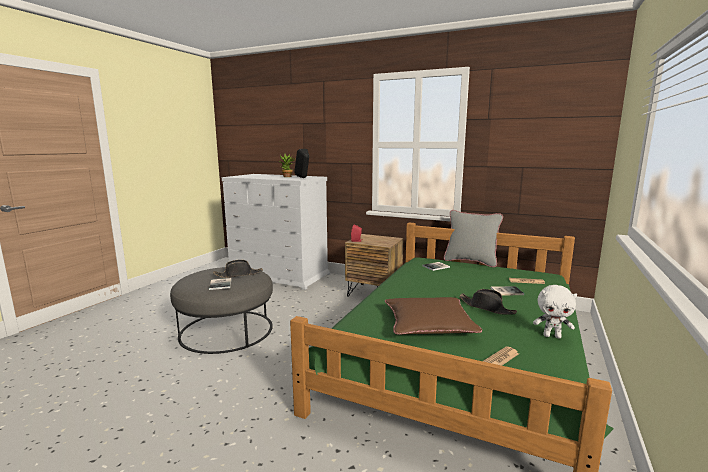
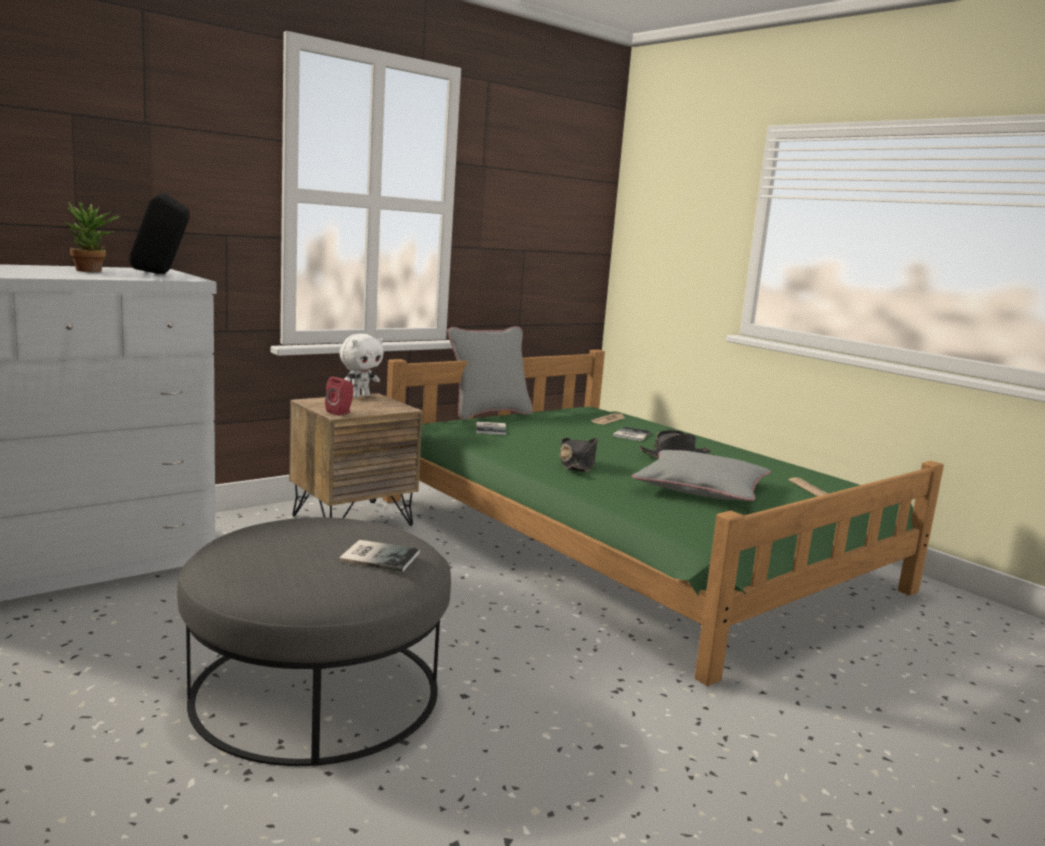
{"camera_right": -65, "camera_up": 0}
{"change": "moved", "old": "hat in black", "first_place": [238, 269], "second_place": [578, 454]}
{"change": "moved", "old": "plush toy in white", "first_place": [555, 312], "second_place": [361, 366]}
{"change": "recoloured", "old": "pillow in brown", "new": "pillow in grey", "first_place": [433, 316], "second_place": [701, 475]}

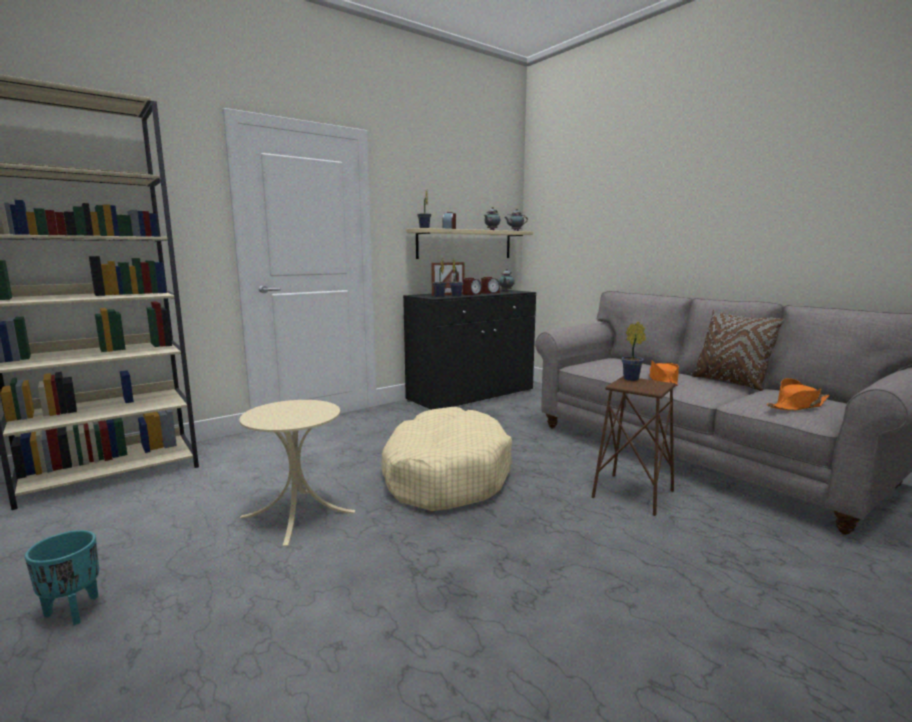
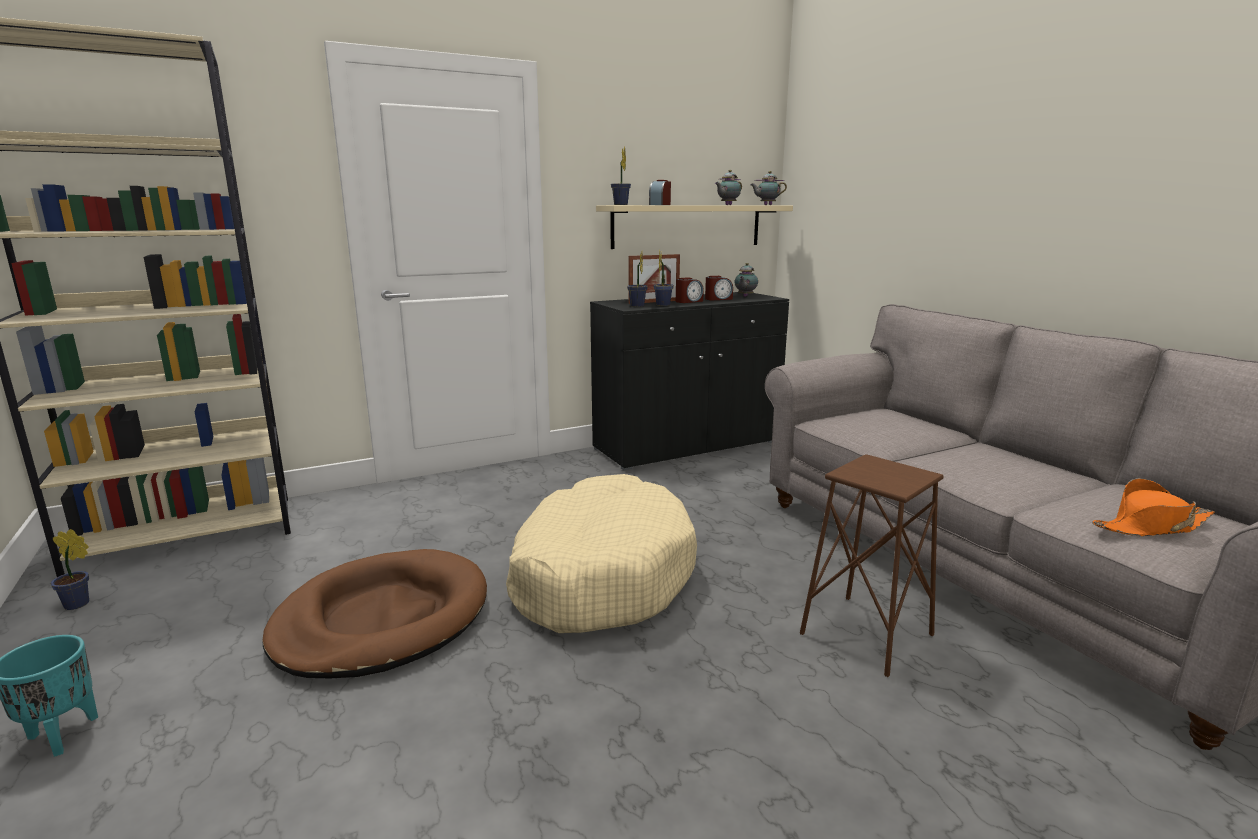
{"camera_right": 10, "camera_up": 5}
{"change": "removed", "old": "hat in orange", "first_place": [664, 373]}
{"change": "removed", "old": "pillow in brown", "first_place": [738, 350]}
{"change": "moved", "old": "potted plant", "first_place": [633, 351], "second_place": [70, 569]}
{"change": "replaced", "old": "side table in beige", "new": "dog bed in brown", "first_place": [297, 473], "second_place": [375, 613]}

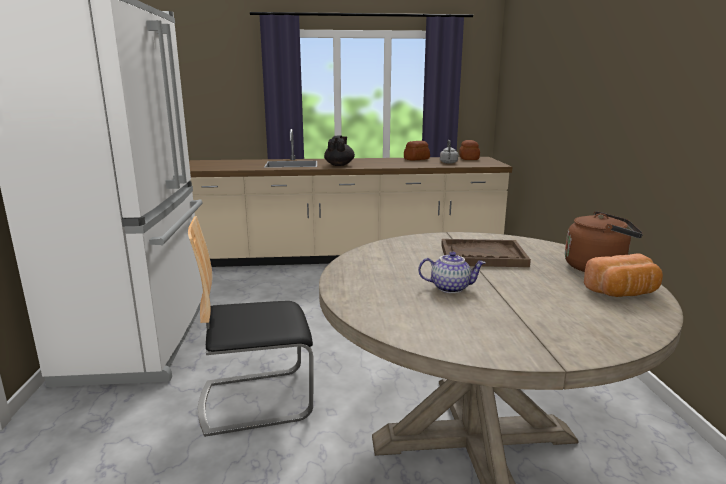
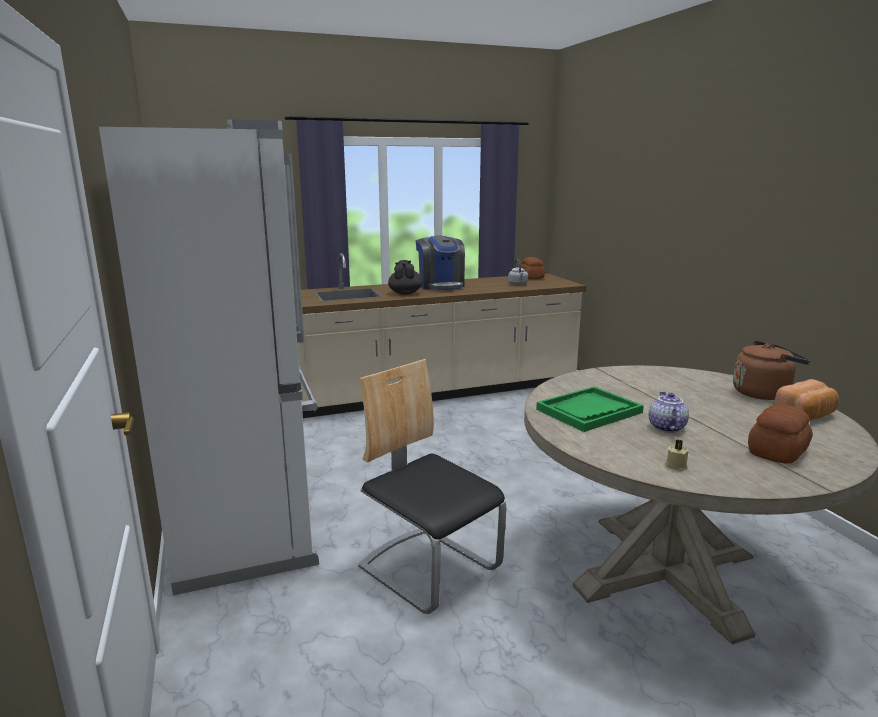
{"camera_right": -15, "camera_up": 0}
{"change": "removed", "old": "tray in brown", "first_place": [486, 253]}
{"change": "added", "new": "coffee machine", "second_place": [440, 262]}
{"change": "added", "new": "tray in green", "second_place": [590, 409]}
{"change": "added", "new": "candle in beige", "second_place": [677, 455]}
{"change": "moved", "old": "bread", "first_place": [417, 151], "second_place": [780, 433]}
{"change": "turned", "old": "chair", "first_place": [250, 326], "second_place": [432, 486], "degrees": 75}
{"change": "turned", "old": "teapot", "first_place": [452, 272], "second_place": [669, 412], "degrees": -75}

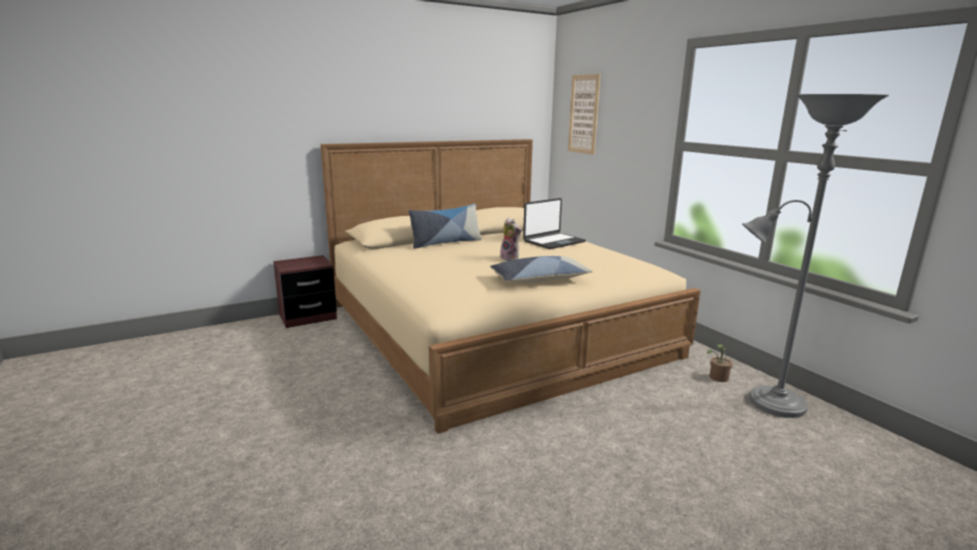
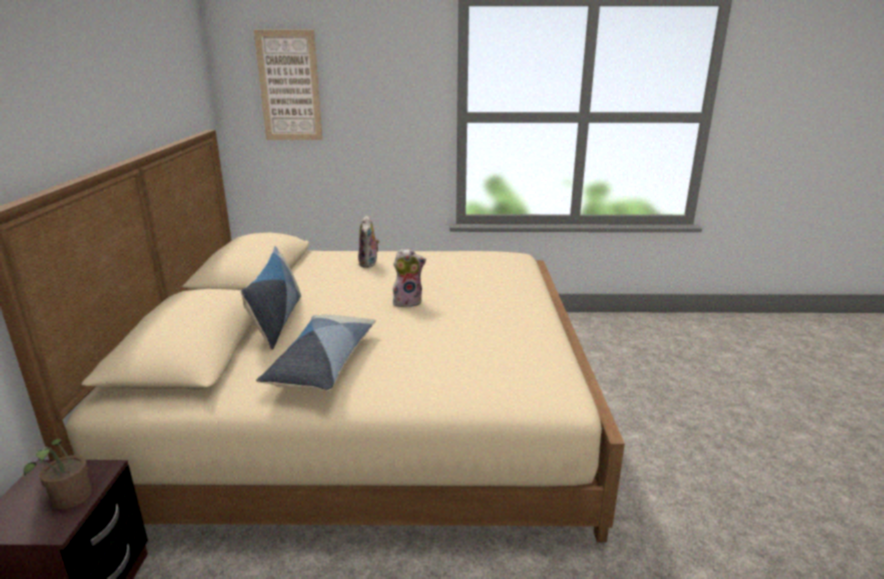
{"camera_right": -60, "camera_up": 5}
{"change": "removed", "old": "floor lamp in grey", "first_place": [815, 256]}
{"change": "moved", "old": "pillow", "first_place": [541, 269], "second_place": [316, 352]}
{"change": "moved", "old": "potted plant", "first_place": [720, 363], "second_place": [58, 473]}
{"change": "replaced", "old": "laptop", "new": "plush toy", "first_place": [554, 223], "second_place": [369, 241]}

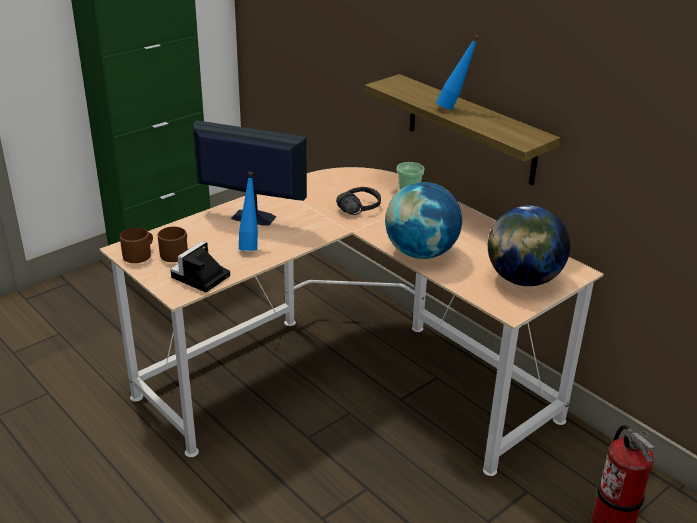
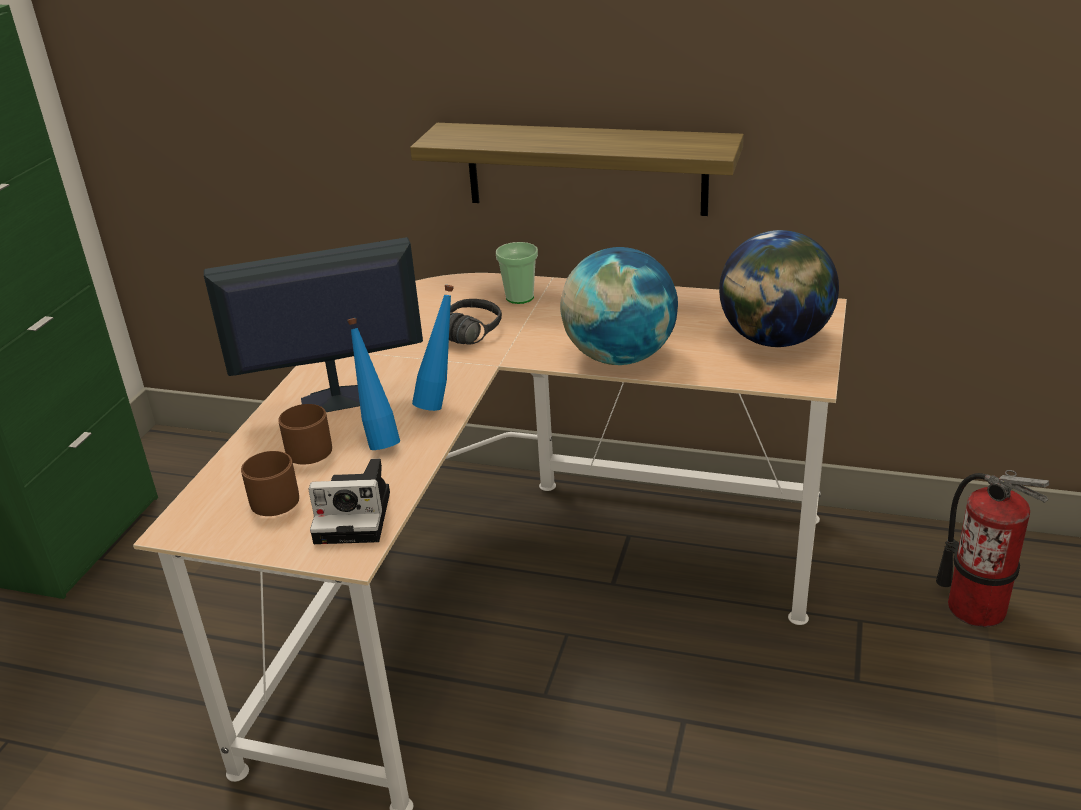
{"camera_right": -30, "camera_up": 0}
{"change": "moved", "old": "mug in brown", "first_place": [136, 245], "second_place": [305, 434]}
{"change": "moved", "old": "bottle in blue", "first_place": [457, 72], "second_place": [433, 348]}
{"change": "turned", "old": "photo camera", "first_place": [200, 266], "second_place": [349, 501], "degrees": -90}

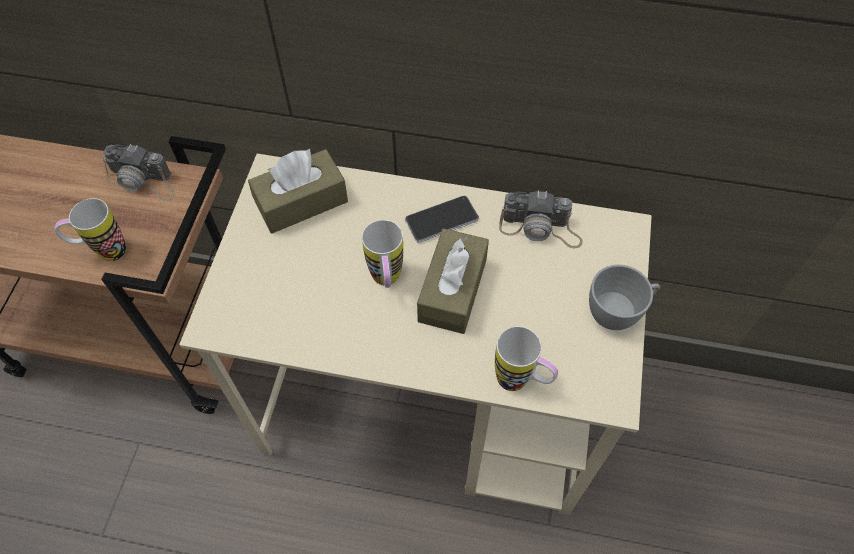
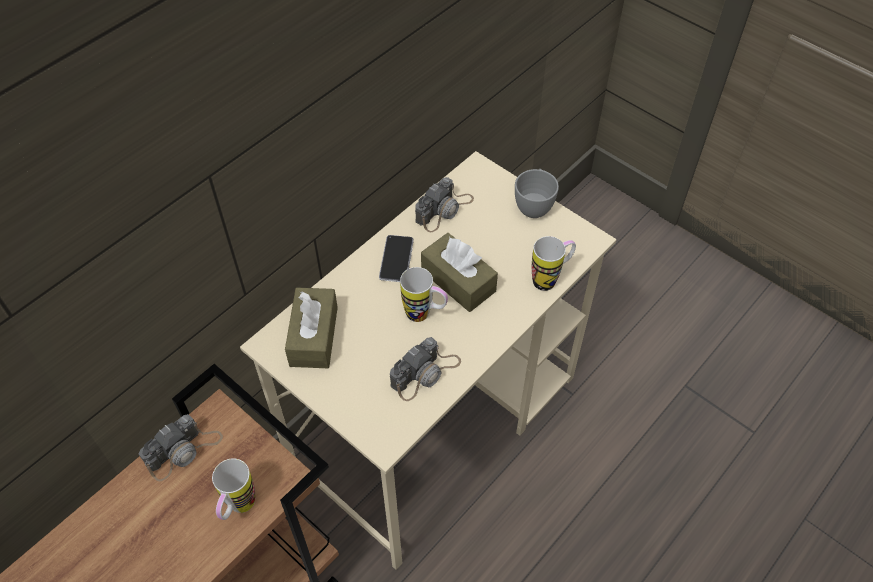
{"camera_right": -60, "camera_up": -5}
{"change": "added", "new": "photo camera", "second_place": [425, 369]}

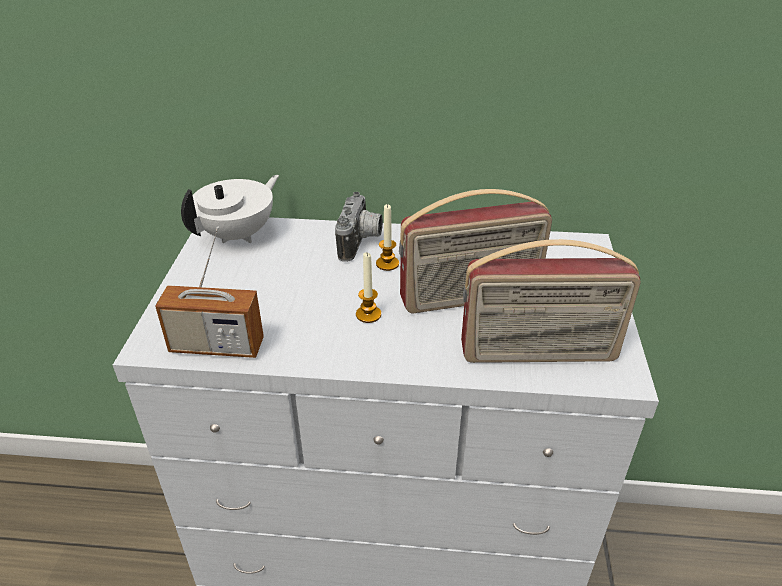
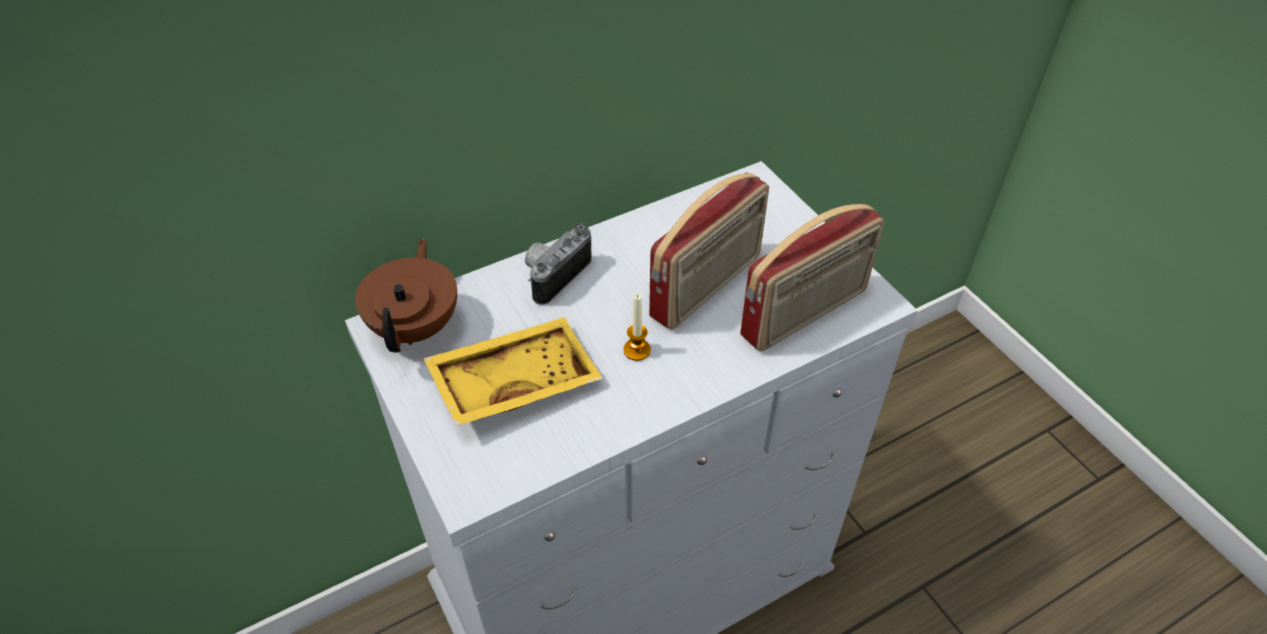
{"camera_right": -35, "camera_up": 10}
{"change": "removed", "old": "radio", "first_place": [209, 292]}
{"change": "removed", "old": "candle", "first_place": [387, 237]}
{"change": "added", "new": "tray in yellow", "second_place": [513, 371]}
{"change": "recoloured", "old": "teapot in white", "new": "teapot in brown", "first_place": [230, 209], "second_place": [406, 296]}
{"change": "turned", "old": "photo camera", "first_place": [359, 227], "second_place": [558, 264], "degrees": -120}

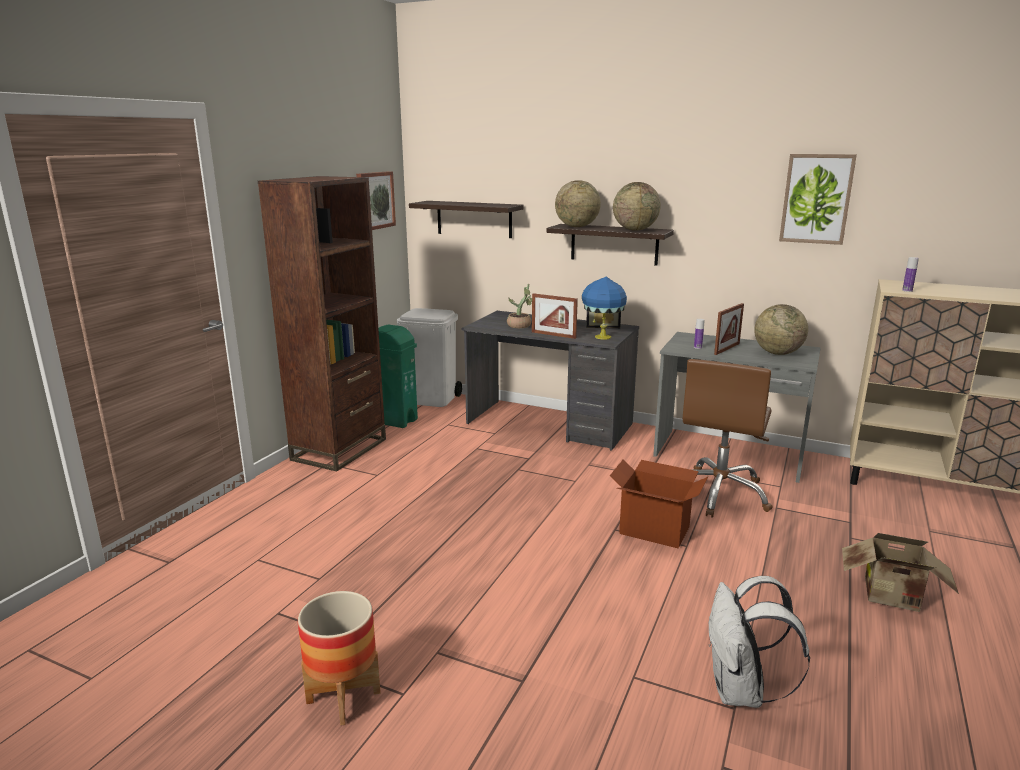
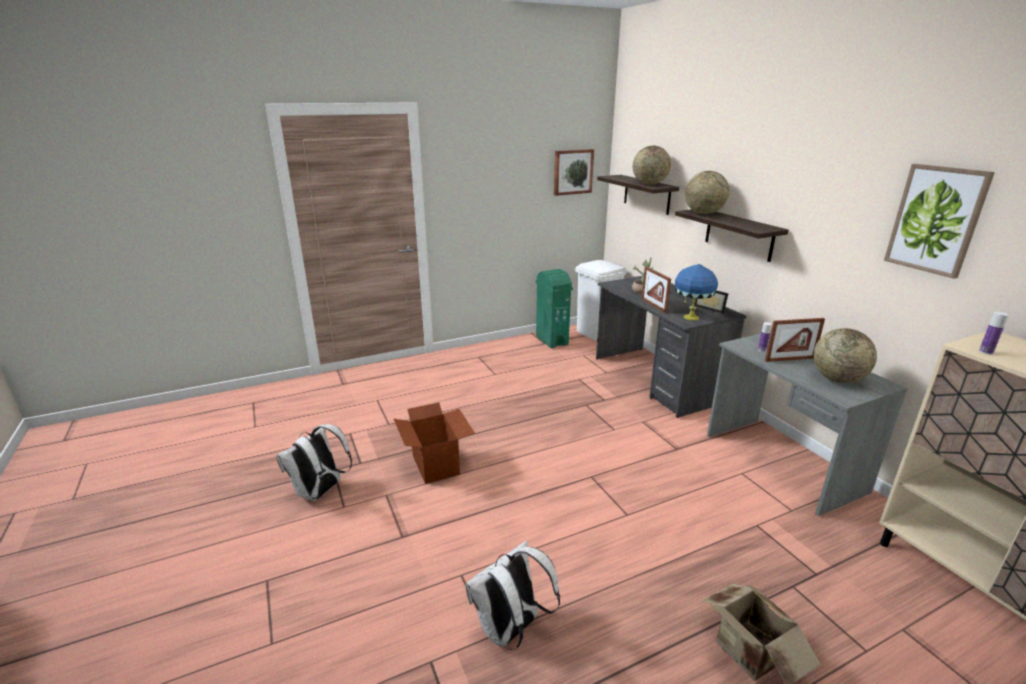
{"camera_right": 40, "camera_up": 5}
{"change": "removed", "old": "bookcase in brown", "first_place": [322, 324]}
{"change": "removed", "old": "office chair in brown", "first_place": [728, 438]}
{"change": "moved", "old": "cardboard box", "first_place": [659, 504], "second_place": [434, 443]}
{"change": "moved", "old": "globe", "first_place": [637, 206], "second_place": [651, 165]}
{"change": "replaced", "old": "planter", "new": "backpack in white", "first_place": [339, 658], "second_place": [314, 462]}

